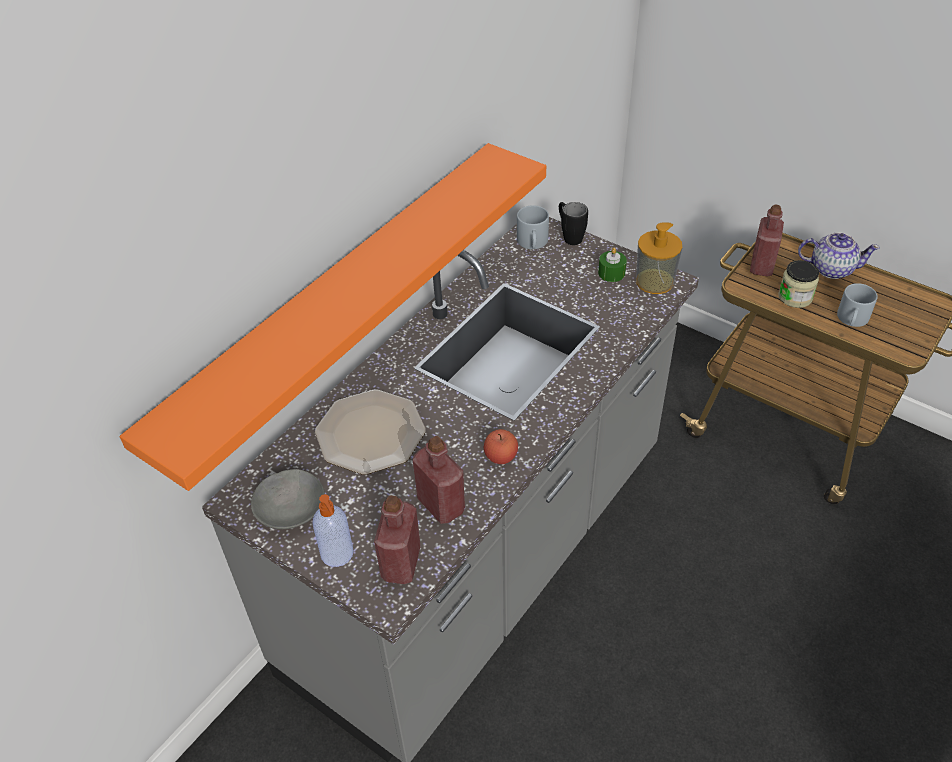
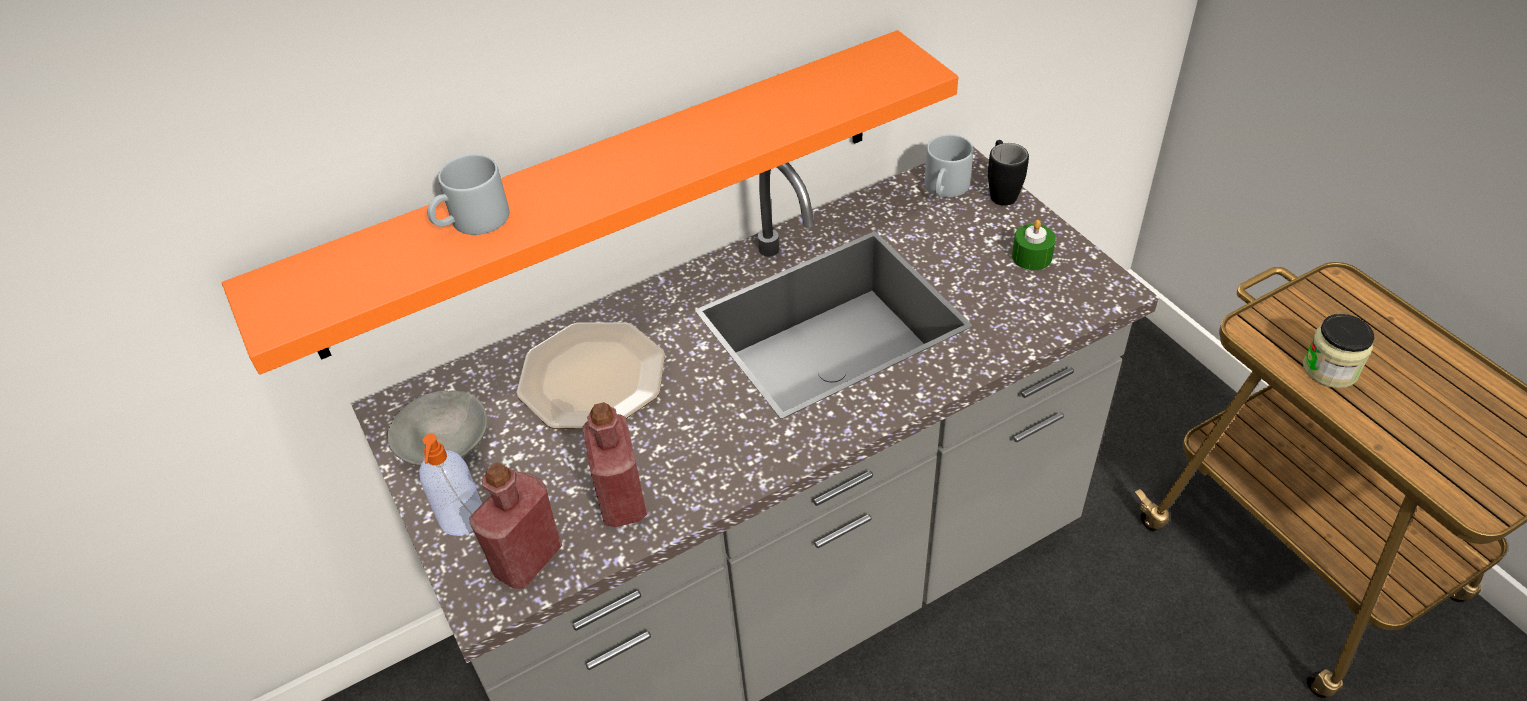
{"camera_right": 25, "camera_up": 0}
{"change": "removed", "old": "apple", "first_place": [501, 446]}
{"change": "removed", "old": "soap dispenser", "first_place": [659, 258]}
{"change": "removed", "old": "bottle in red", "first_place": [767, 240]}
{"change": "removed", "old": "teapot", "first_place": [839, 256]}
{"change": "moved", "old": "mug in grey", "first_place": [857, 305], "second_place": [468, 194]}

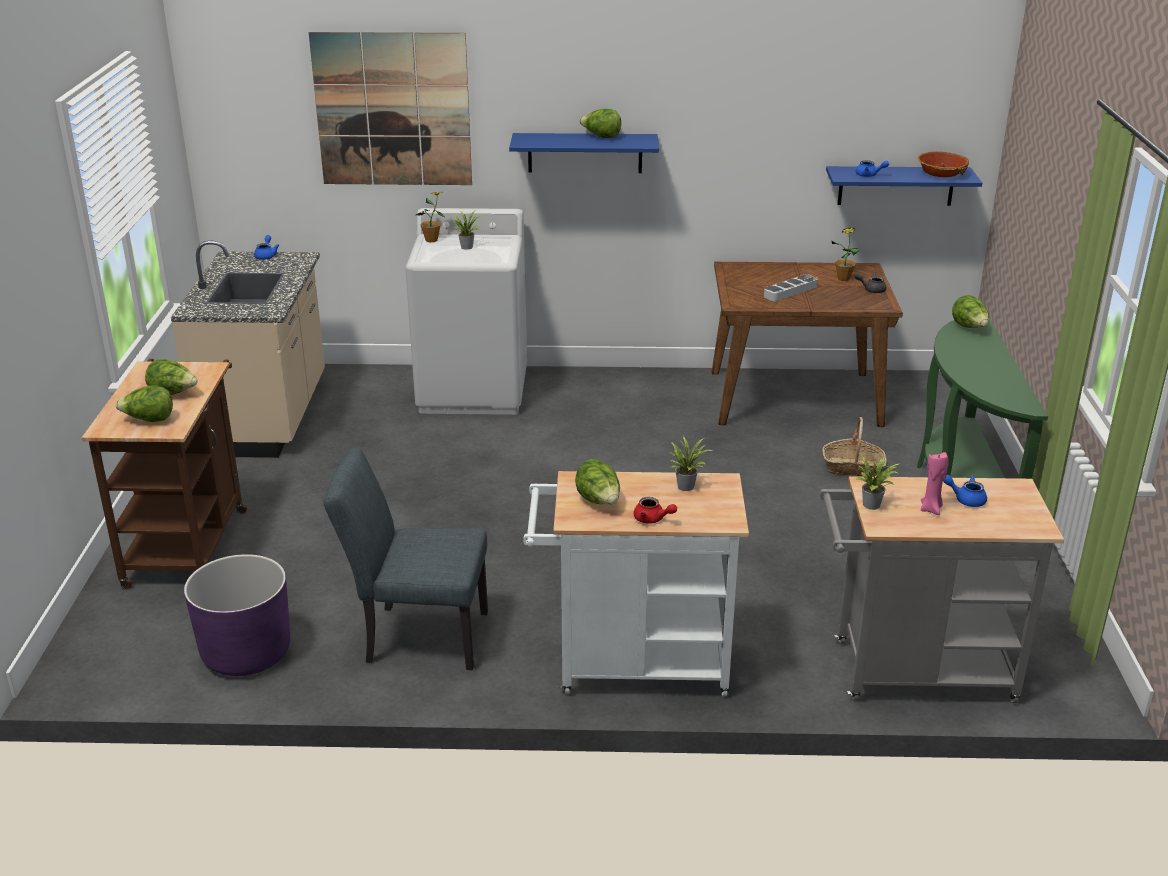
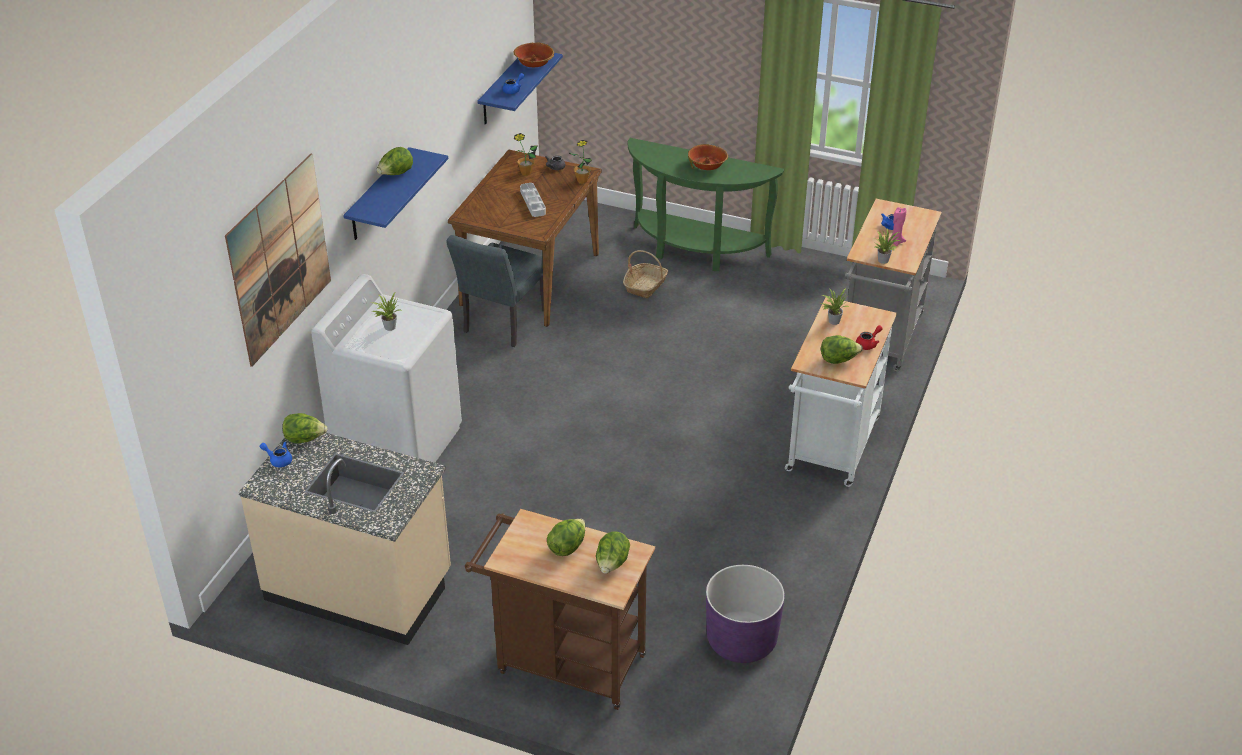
{"camera_right": -70, "camera_up": 10}
{"change": "added", "new": "bowl", "second_place": [708, 157]}
{"change": "moved", "old": "chair in grey", "first_place": [406, 559], "second_place": [495, 291]}
{"change": "moved", "old": "potted plant", "first_place": [430, 217], "second_place": [580, 162]}
{"change": "moved", "old": "lettuce", "first_place": [970, 311], "second_place": [304, 428]}

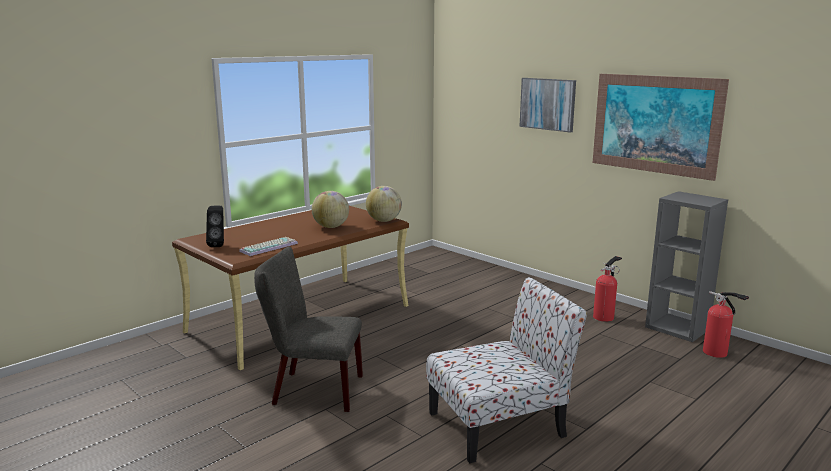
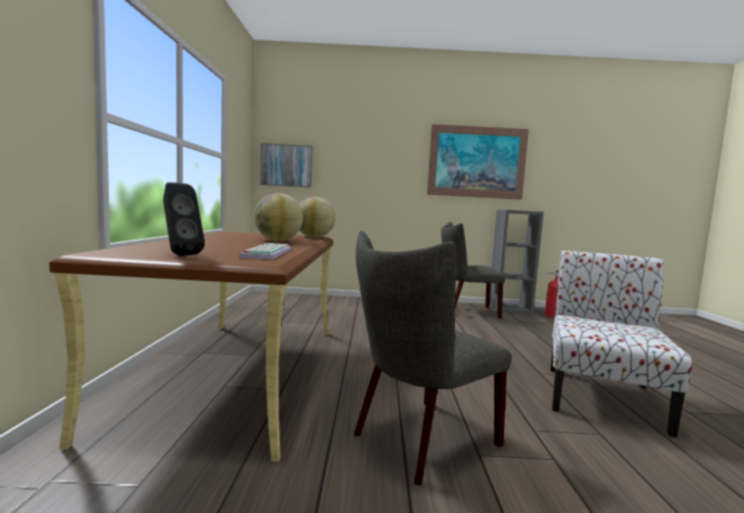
{"camera_right": -45, "camera_up": -10}
{"change": "moved", "old": "picture", "first_place": [547, 105], "second_place": [286, 165]}
{"change": "replaced", "old": "fire extinguisher", "new": "chair in grey", "first_place": [607, 289], "second_place": [473, 270]}

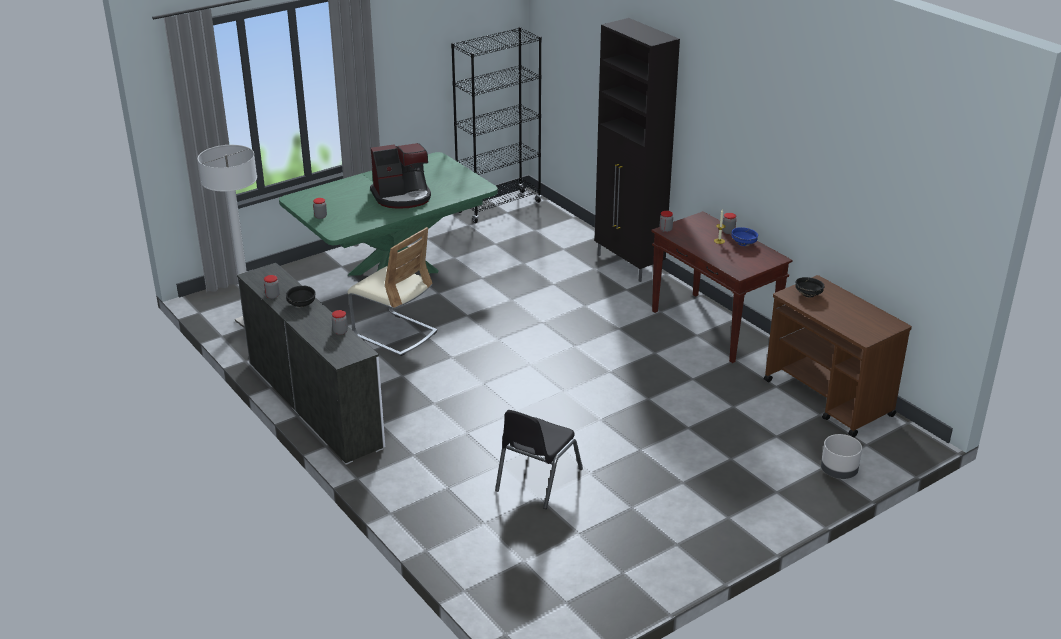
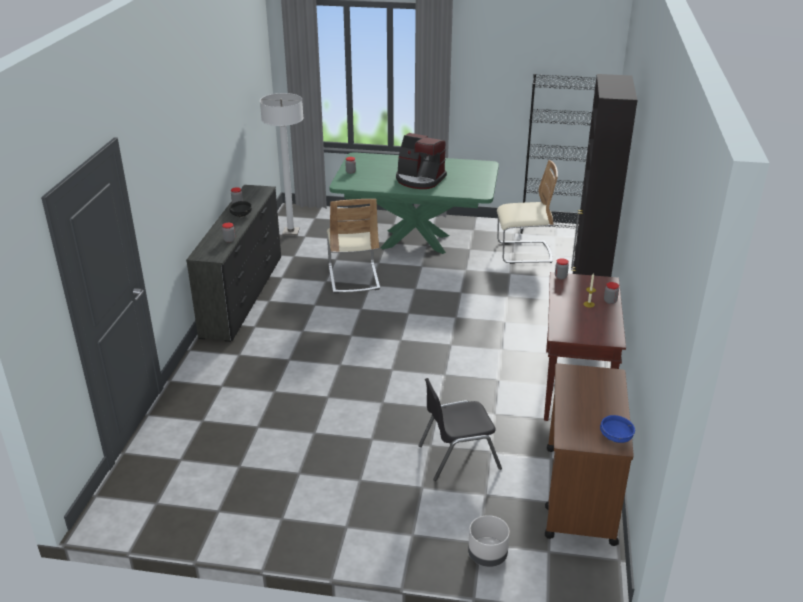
{"camera_right": 45, "camera_up": 0}
{"change": "removed", "old": "bowl in black", "first_place": [809, 287]}
{"change": "added", "new": "chair in beige", "second_place": [527, 212]}
{"change": "moved", "old": "chair in black", "first_place": [539, 459], "second_place": [460, 429]}
{"change": "moved", "old": "bowl in blue", "first_place": [744, 236], "second_place": [617, 429]}
{"change": "recoloured", "old": "dresser in white", "new": "dresser in black", "first_place": [311, 364], "second_place": [233, 263]}

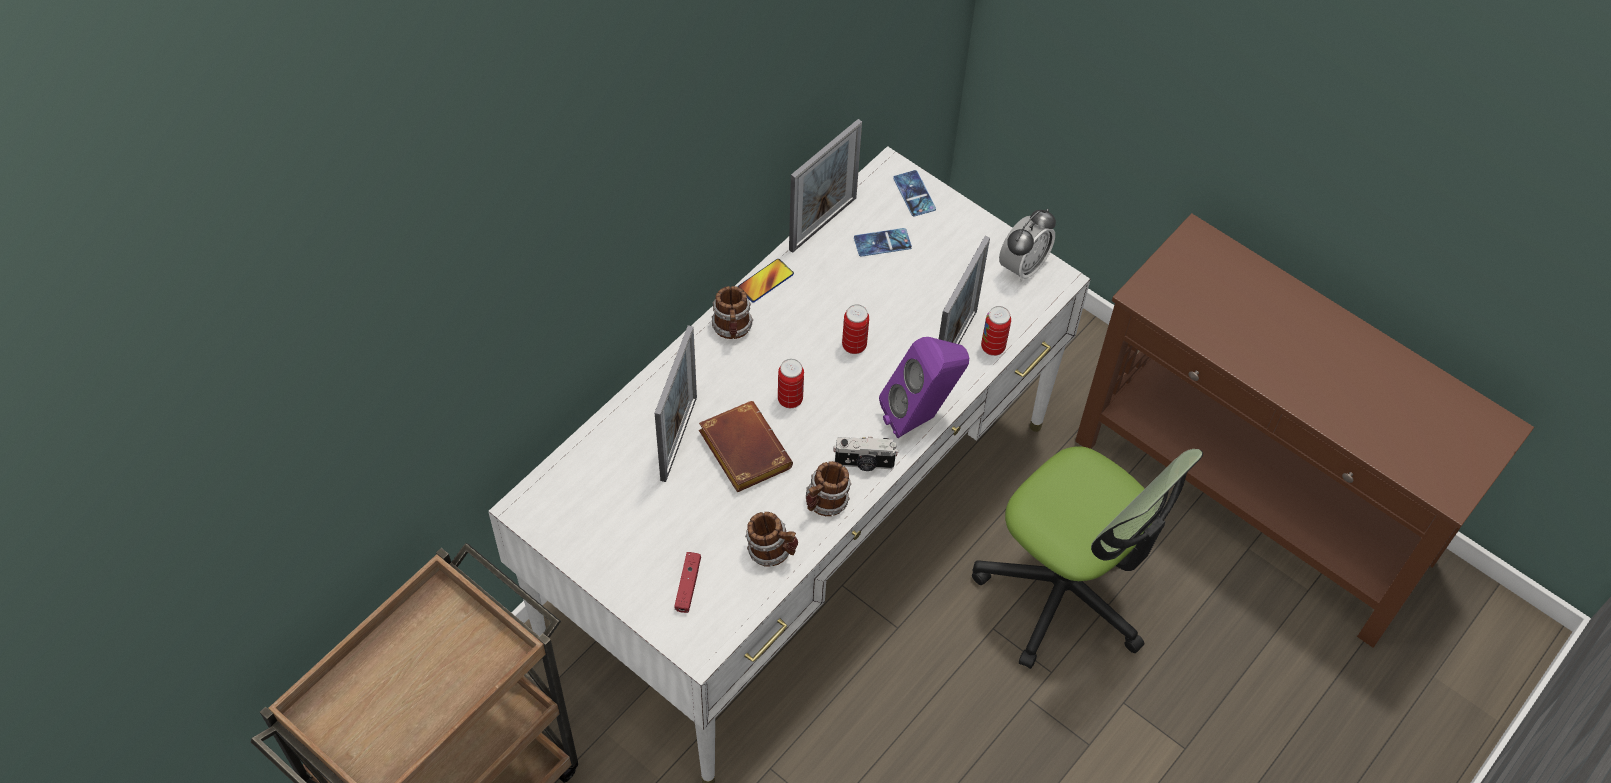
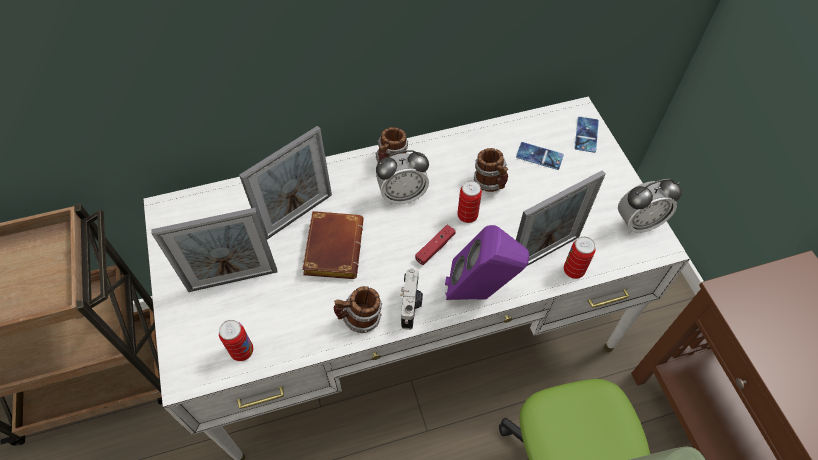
{"camera_right": 35, "camera_up": 0}
{"change": "removed", "old": "phone", "first_place": [766, 280]}
{"change": "added", "new": "alarm clock", "second_place": [402, 177]}
{"change": "moved", "old": "game controller in red", "first_place": [687, 582], "second_place": [435, 245]}
{"change": "moved", "old": "mug", "first_place": [771, 539], "second_place": [491, 170]}
{"change": "moved", "old": "can", "first_place": [791, 383], "second_place": [236, 340]}
{"change": "moved", "old": "picture frame", "first_place": [825, 186], "second_place": [214, 250]}
{"change": "turned", "old": "photo camera", "first_place": [866, 454], "second_place": [412, 299], "degrees": -120}

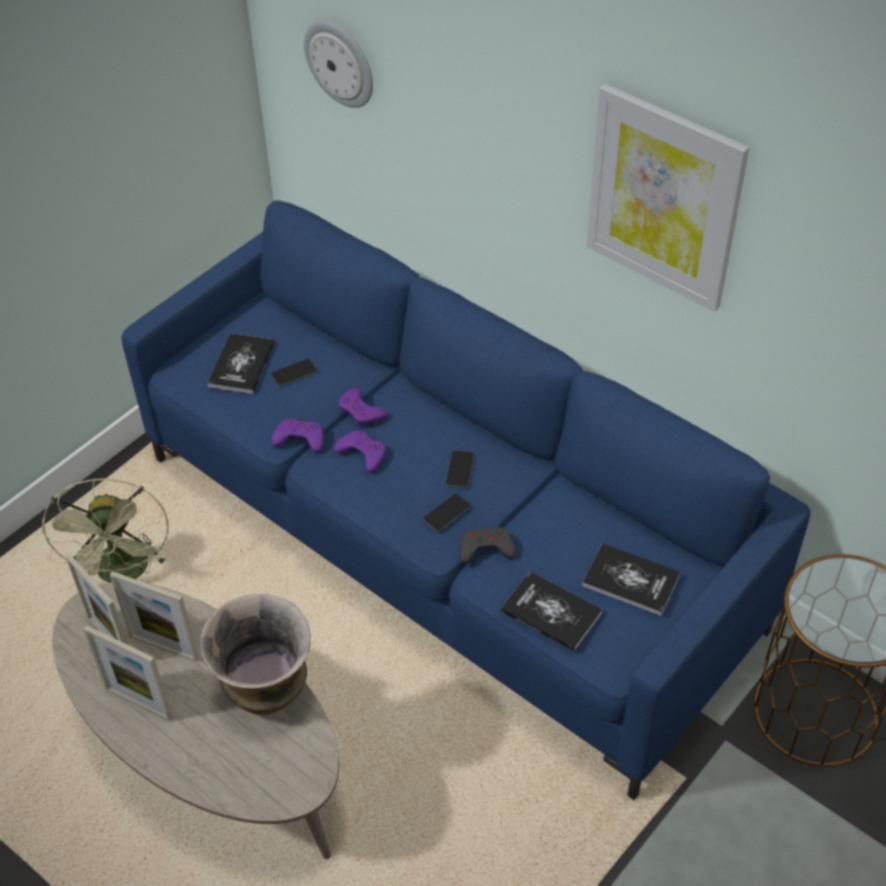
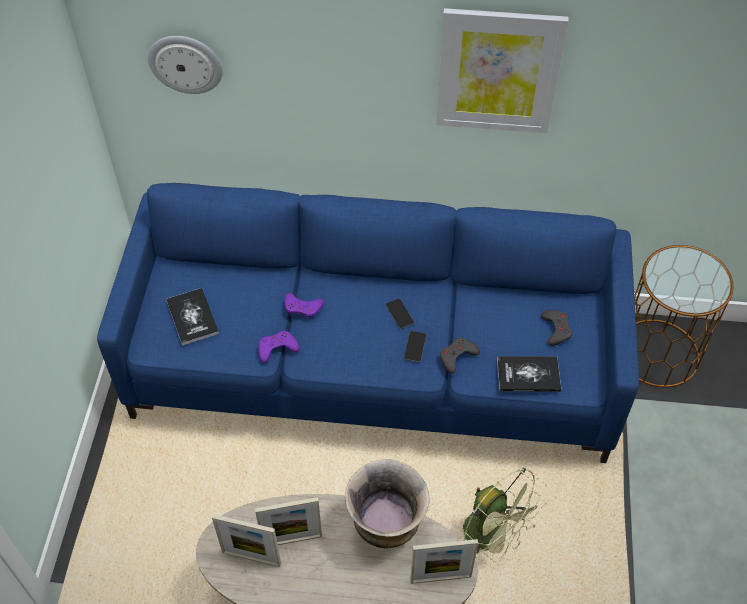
{"camera_right": -35, "camera_up": 5}
{"change": "removed", "old": "phone", "first_place": [294, 373]}
{"change": "removed", "old": "game controller in purple", "first_place": [360, 451]}
{"change": "moved", "old": "fan in green", "first_place": [105, 530], "second_place": [505, 515]}
{"change": "moved", "old": "picture frame", "first_place": [128, 673], "second_place": [444, 561]}
{"change": "replaced", "old": "book", "new": "game controller in grey", "first_place": [631, 579], "second_place": [556, 328]}

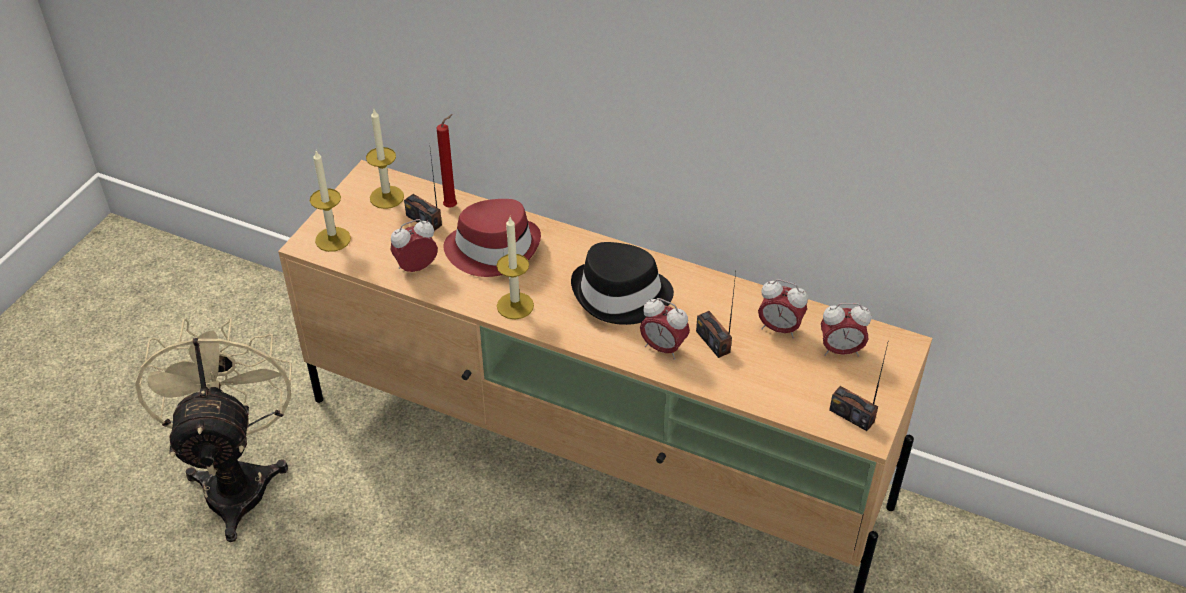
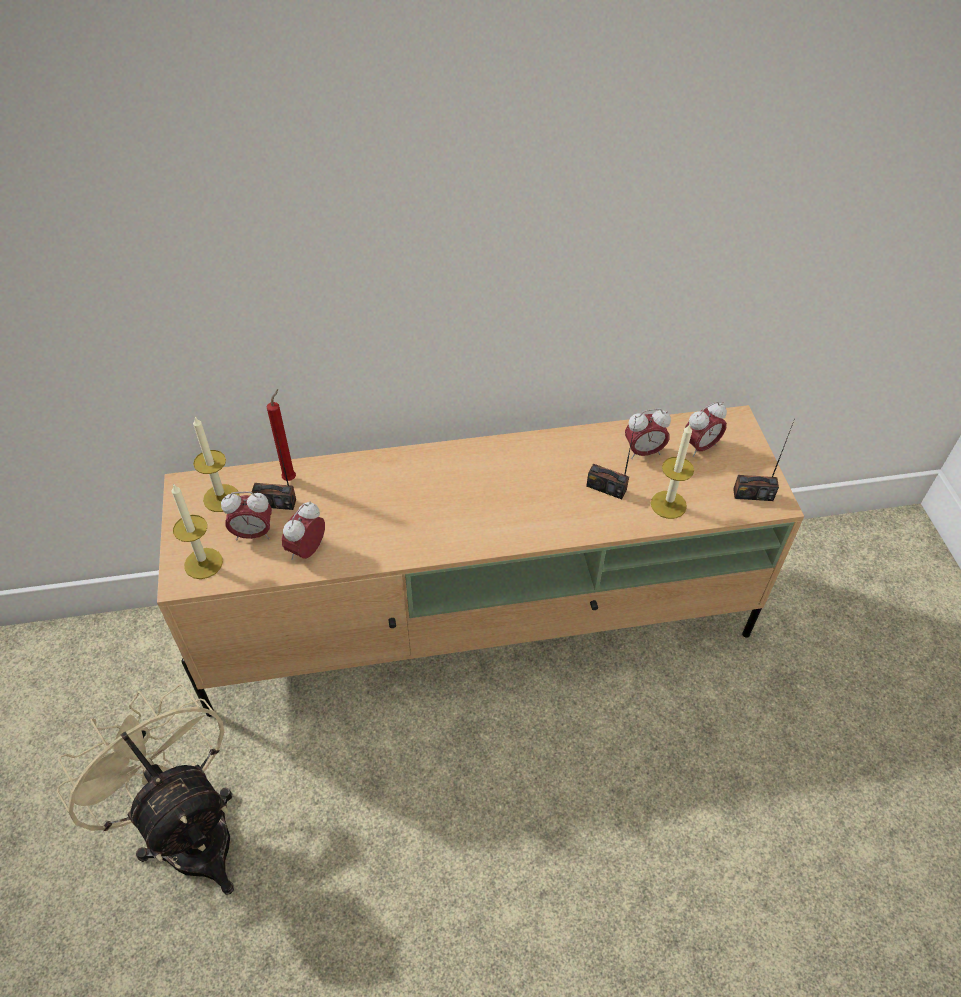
{"camera_right": -35, "camera_up": 5}
{"change": "removed", "old": "hat in red", "first_place": [492, 238]}
{"change": "removed", "old": "hat in black", "first_place": [622, 283]}
{"change": "moved", "old": "candle", "first_place": [515, 268], "second_place": [672, 471]}
{"change": "moved", "old": "alarm clock", "first_place": [665, 329], "second_place": [246, 516]}

